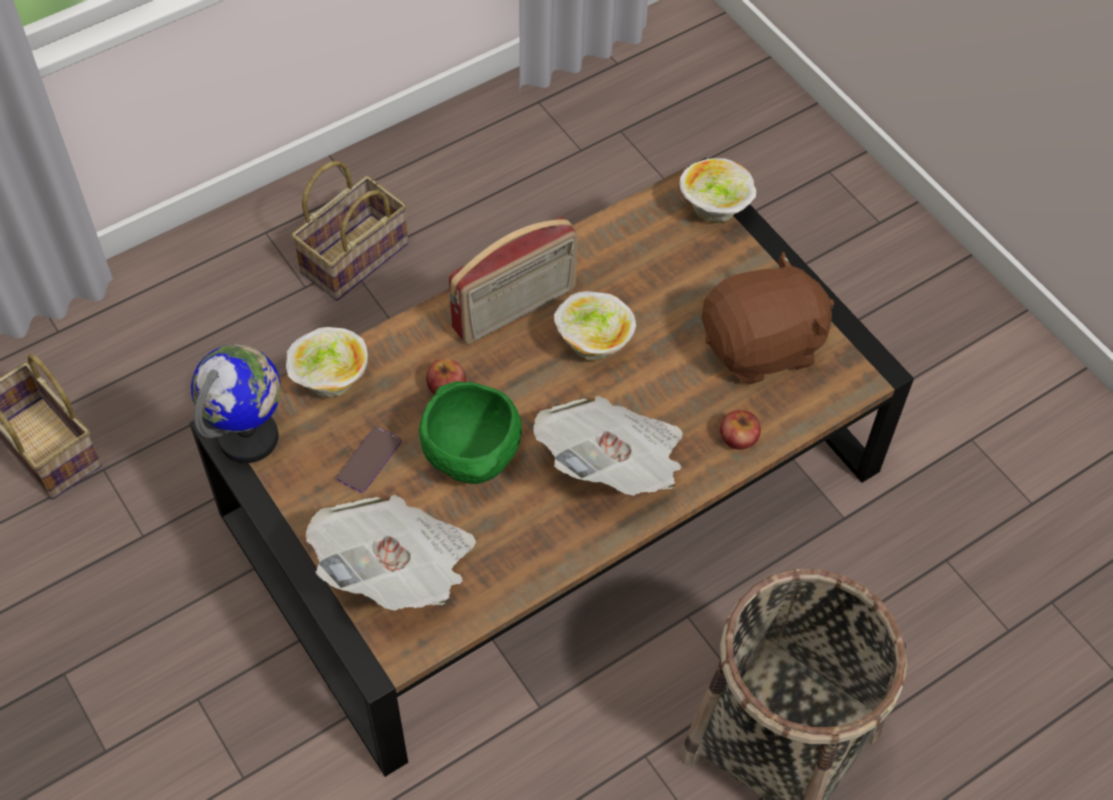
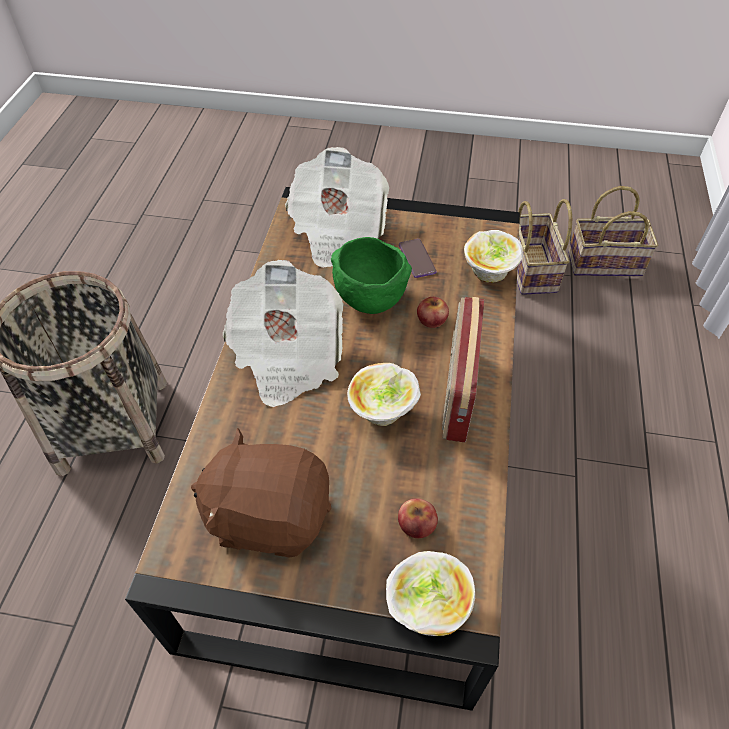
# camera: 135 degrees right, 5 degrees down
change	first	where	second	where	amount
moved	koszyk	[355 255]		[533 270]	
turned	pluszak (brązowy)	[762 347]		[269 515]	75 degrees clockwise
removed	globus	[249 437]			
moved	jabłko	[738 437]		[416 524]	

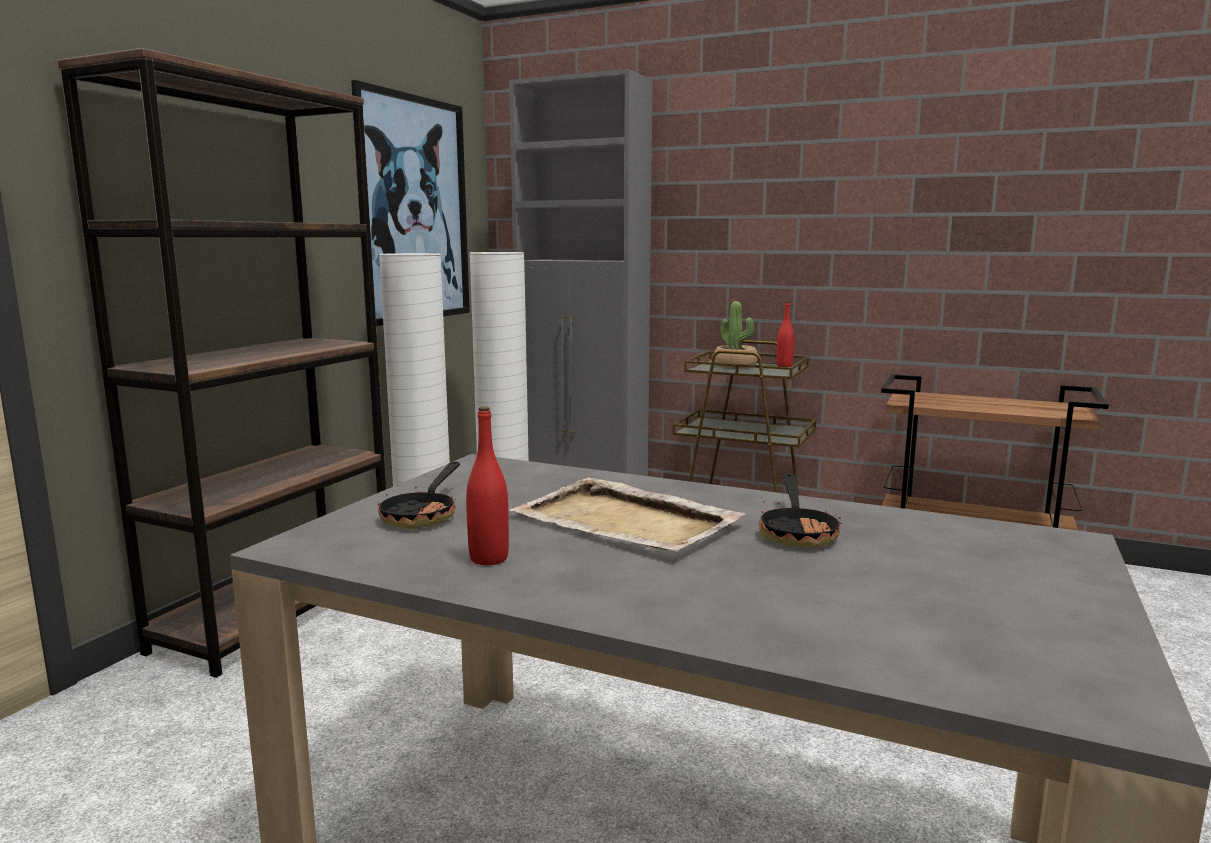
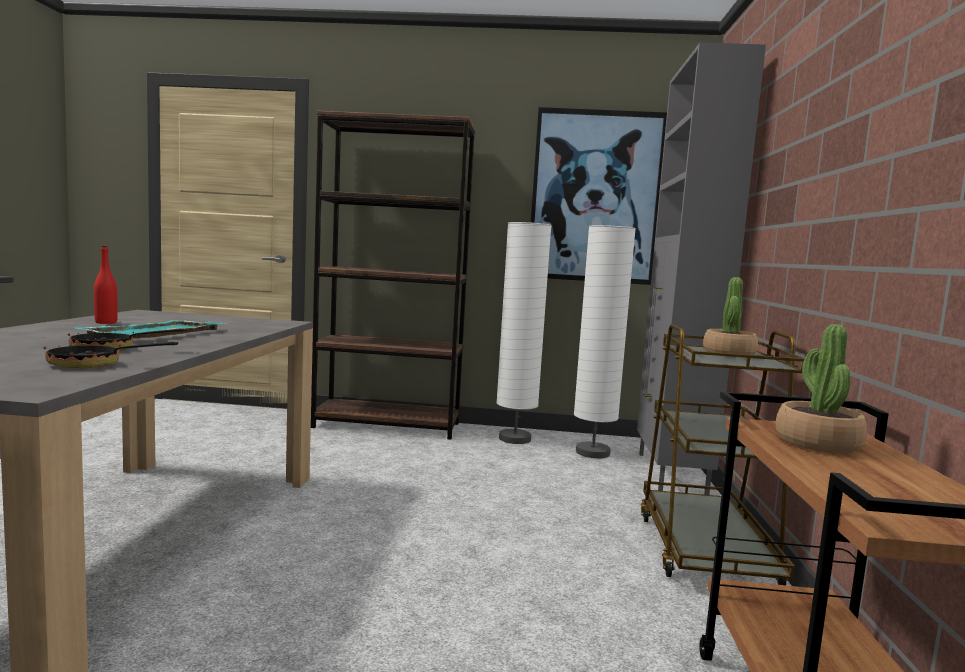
# camera: 70 degrees right, 5 degrees down
change	first	where	second	where	amount
removed	butelka (czerwony)	[784 366]			
moved	patelnia	[423 515]		[95 365]	
recoloured	taca (beżowy)	[627 522]	taca (turkusowy)	[154 333]	
added			roślina doniczkowa	[817 443]	

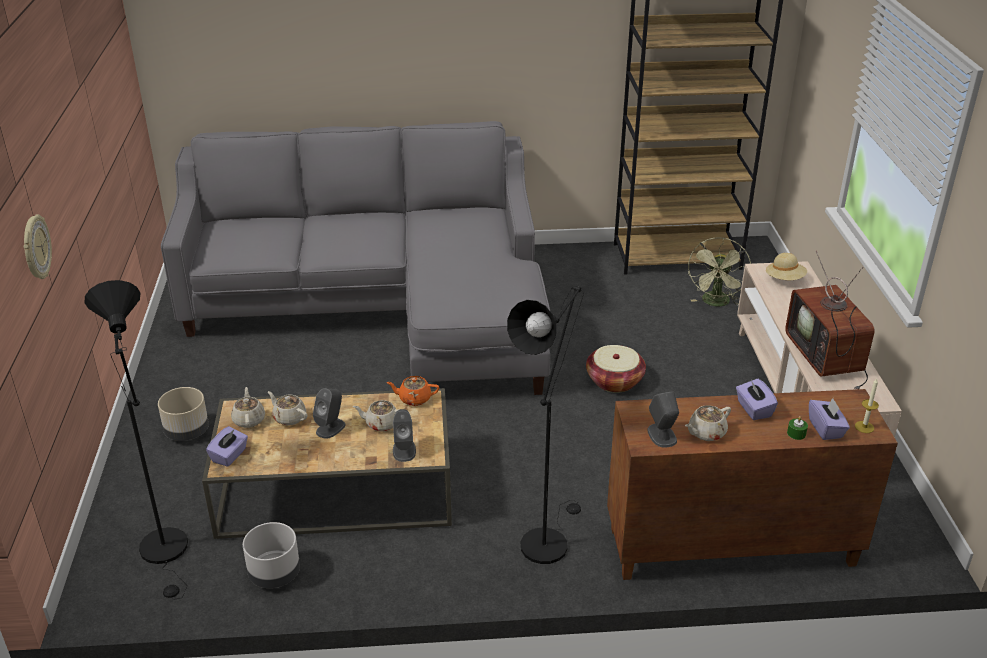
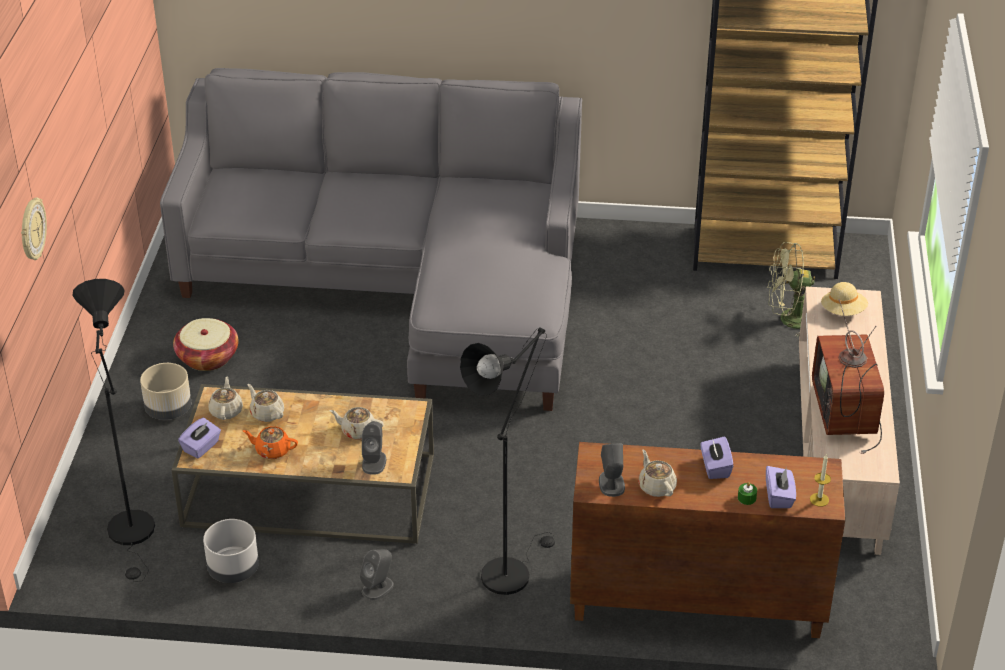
# camera: 10 degrees right, 5 degrees up
change	first	where	second	where	amount
turned	wentylator (zielony)	[716 303]		[788 320]	60 degrees clockwise
moved	koszyk	[614 381]		[208 357]	
moved	imbryk (pomarańczowy)	[414 399]		[272 450]	
moved	głośnik (szary)	[331 428]		[378 588]	
turned	imbryk (beżowy)	[706 433]		[656 486]	90 degrees clockwise

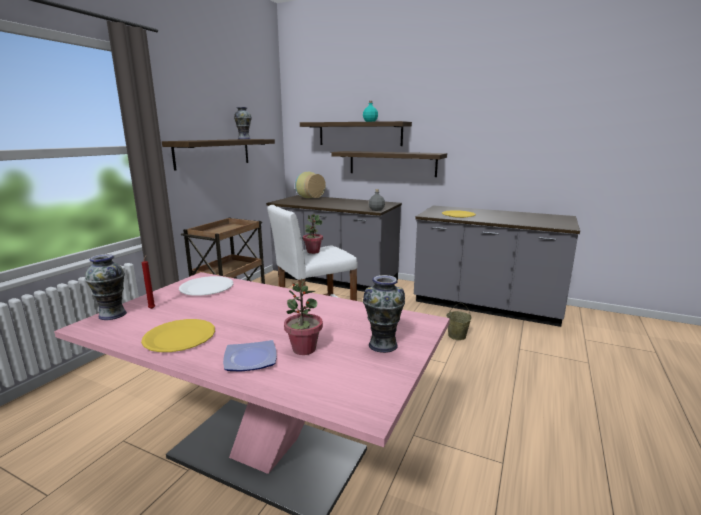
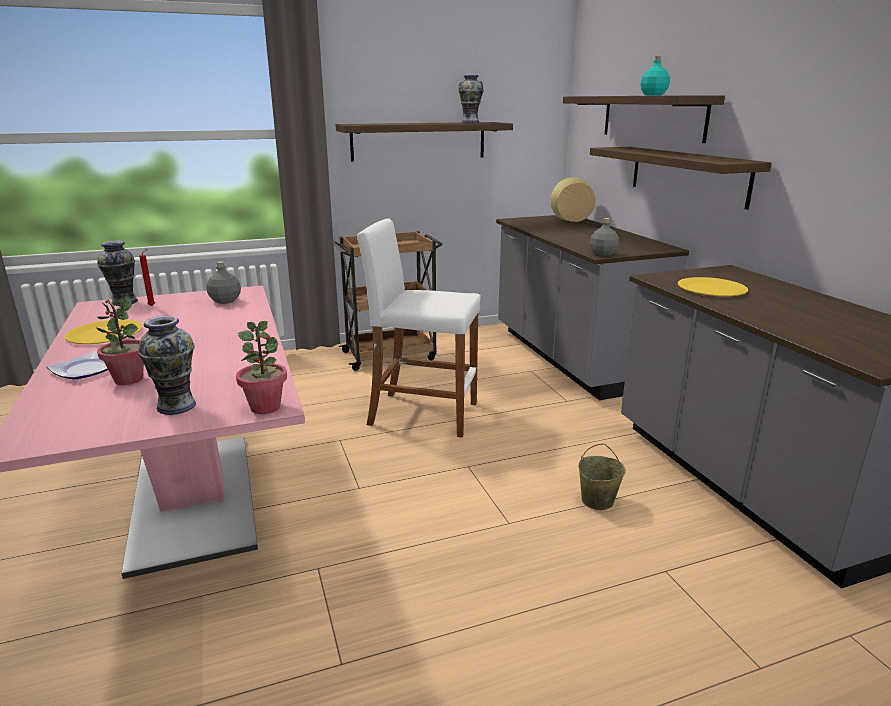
# camera: 45 degrees right, 5 degrees up
change	first	where	second	where	amount
moved	roślina doniczkowa	[313 251]		[265 407]	
replaced	talerz (biały)	[207 287]	butelka (szary)	[226 301]	

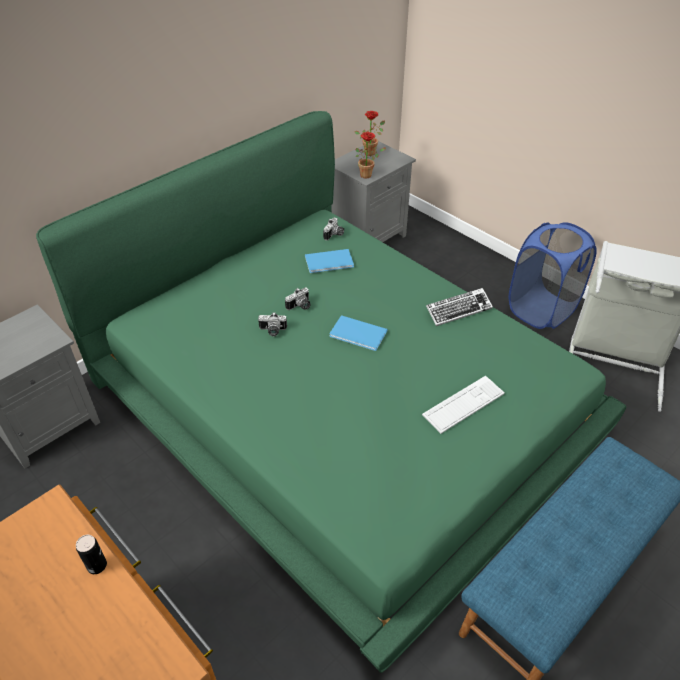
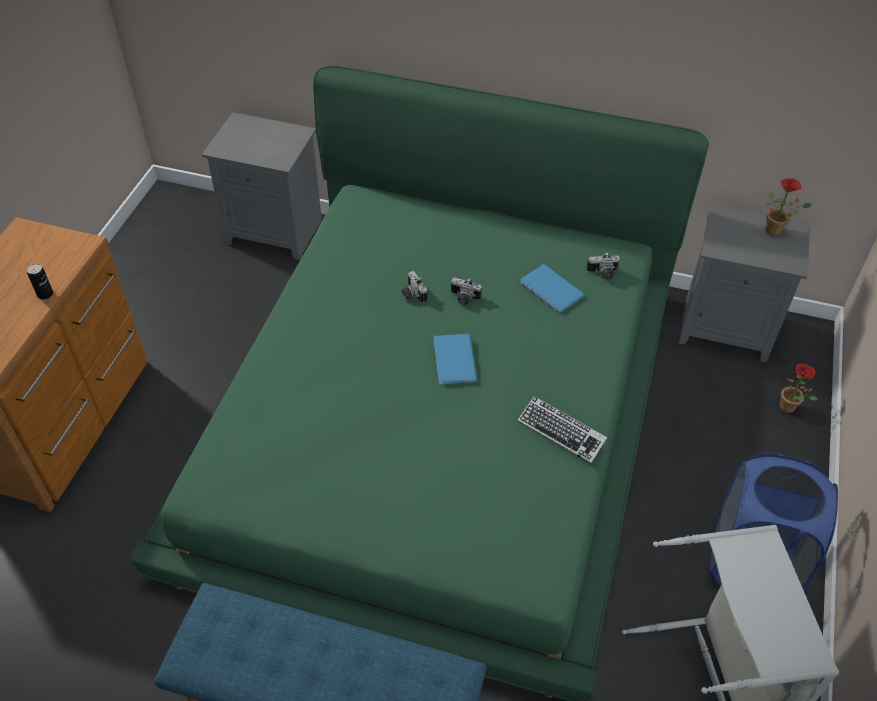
# camera: 60 degrees right, 5 degrees up
change	first	where	second	where	amount
moved	roślina doniczkowa	[368 175]		[790 409]	
removed	klawiatura	[463 404]			

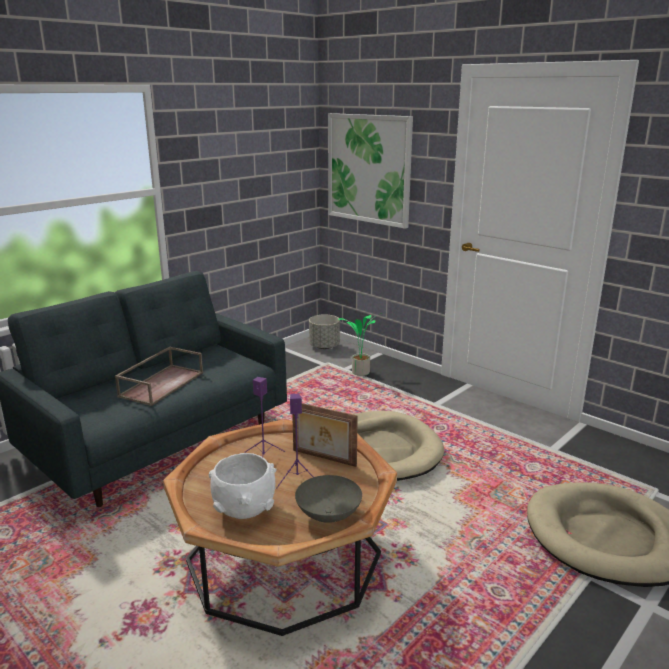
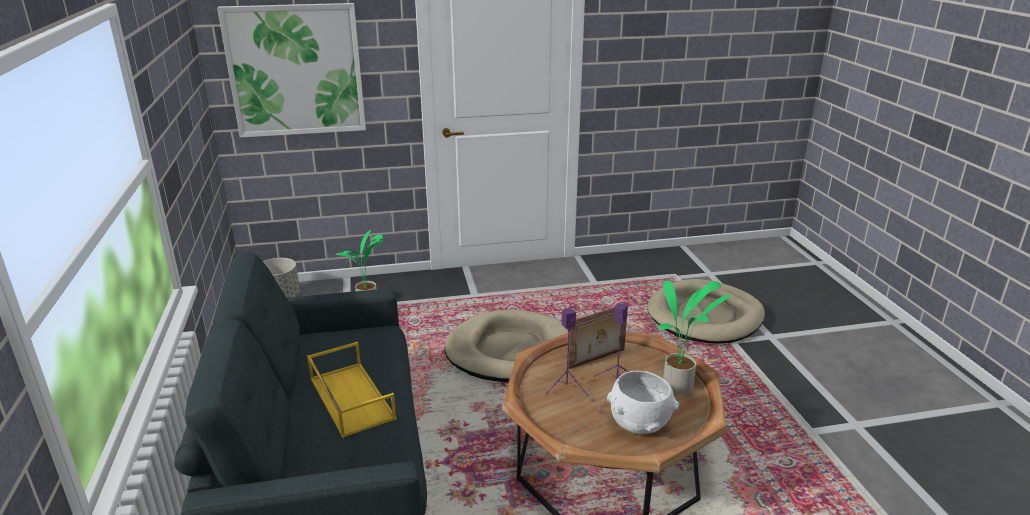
# camera: 55 degrees left, 5 degrees up
change	first	where	second	where	amount
recoloured	taca (brązowy)	[162 384]	taca (żółty)	[350 398]	
replaced	miska (szary)	[329 514]	roślina doniczkowa	[680 386]	

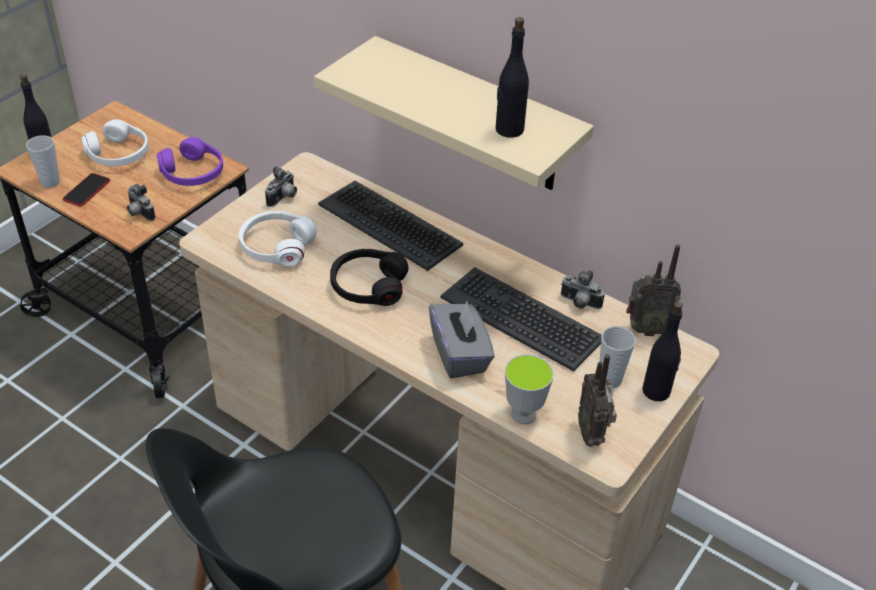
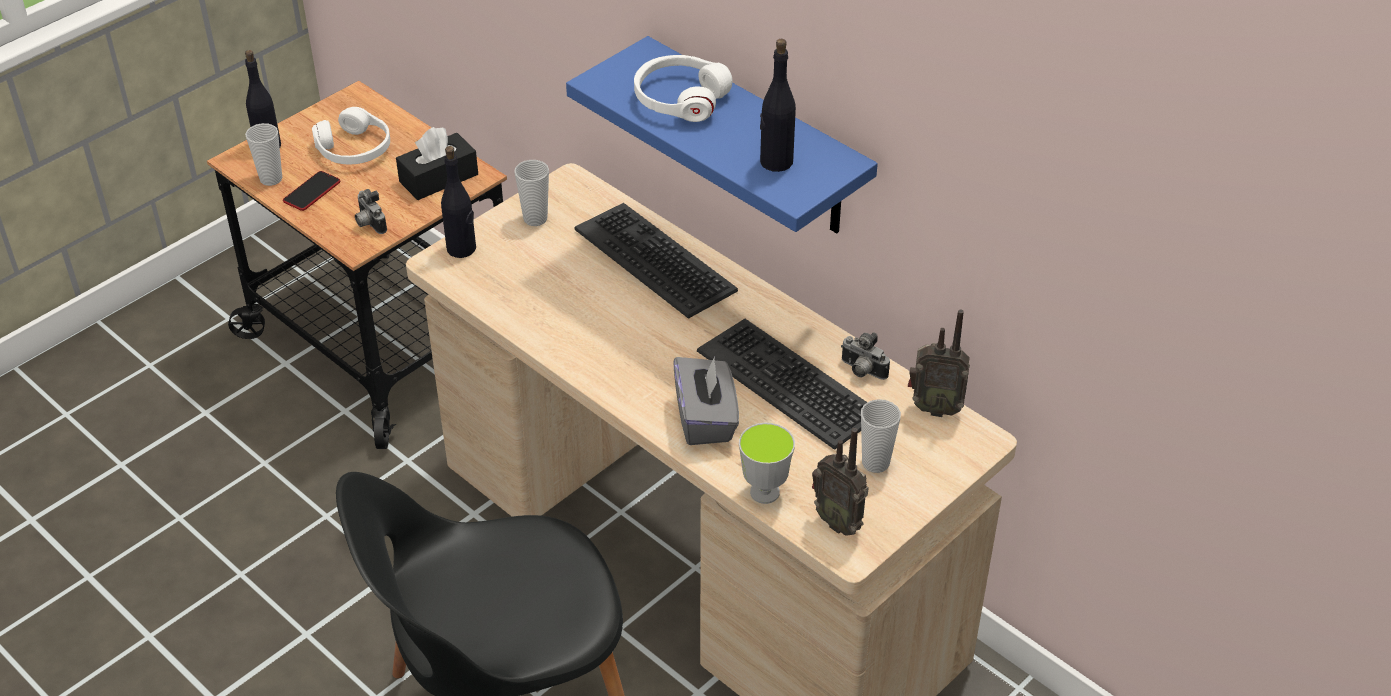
# camera: 10 degrees right, 0 degrees up
change	first	where	second	where	amount
recoloured	półka (beżowy)	[476 116]	półka (niebieski)	[756 140]	
replaced	słuchawki (fioletowy)	[192 172]	pudełko chusteczek (czarny)	[438 178]	
replaced	aparat fotograficzny	[283 198]	filiżanka	[535 219]	
moved	słuchawki (biały)	[276 246]		[680 99]	
removed	słuchawki (czarny)	[368 286]			
moved	butelka (czarny)	[656 391]		[461 249]	
turned	radio	[592 434]		[839 521]	45 degrees counterclockwise

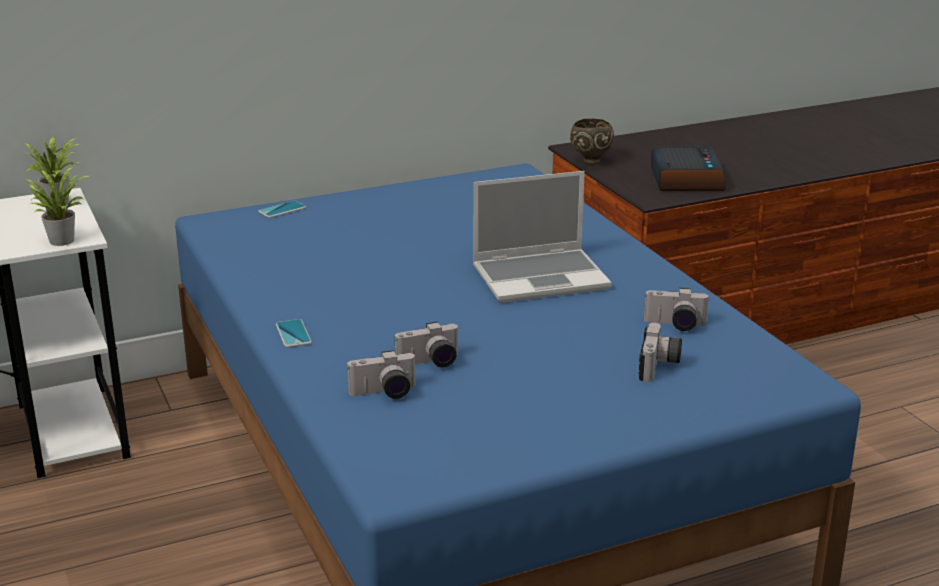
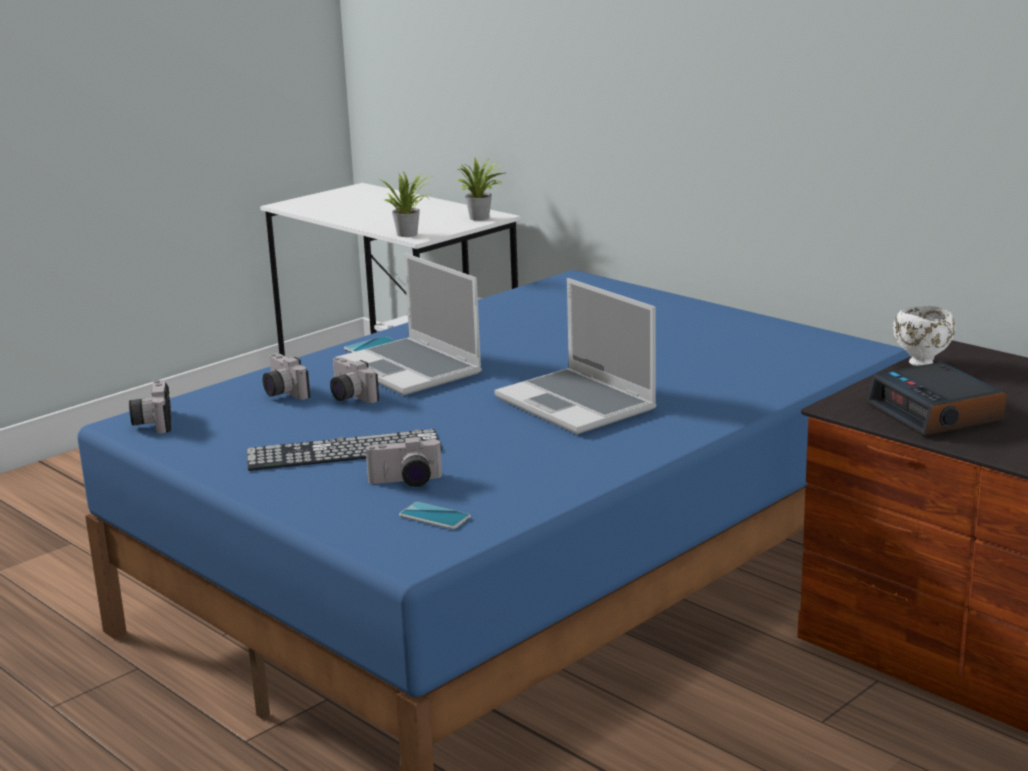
# camera: 70 degrees right, 5 degrees down
change	first	where	second	where	amount
recoloured	miska (brązowy)	[590 161]	miska (biały)	[921 362]	
turned	budzik	[685 179]		[936 413]	90 degrees clockwise
moved	telefon	[282 210]		[435 517]	
moved	aparat fotograficzny	[675 325]		[152 422]	
added			laptop	[411 369]	
added			klawiatura	[344 451]	

